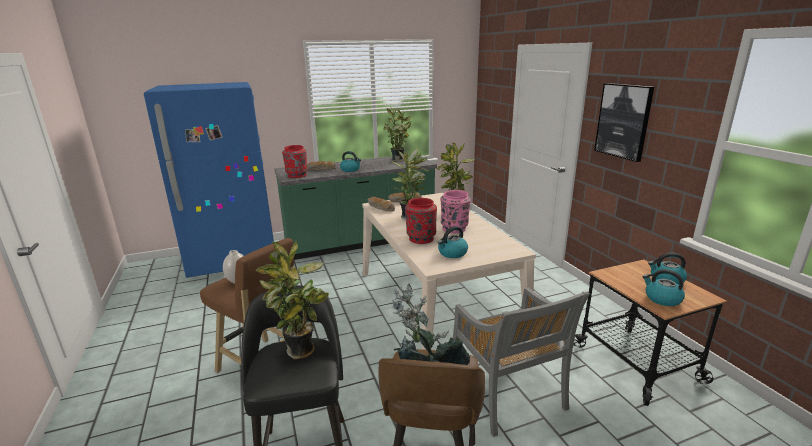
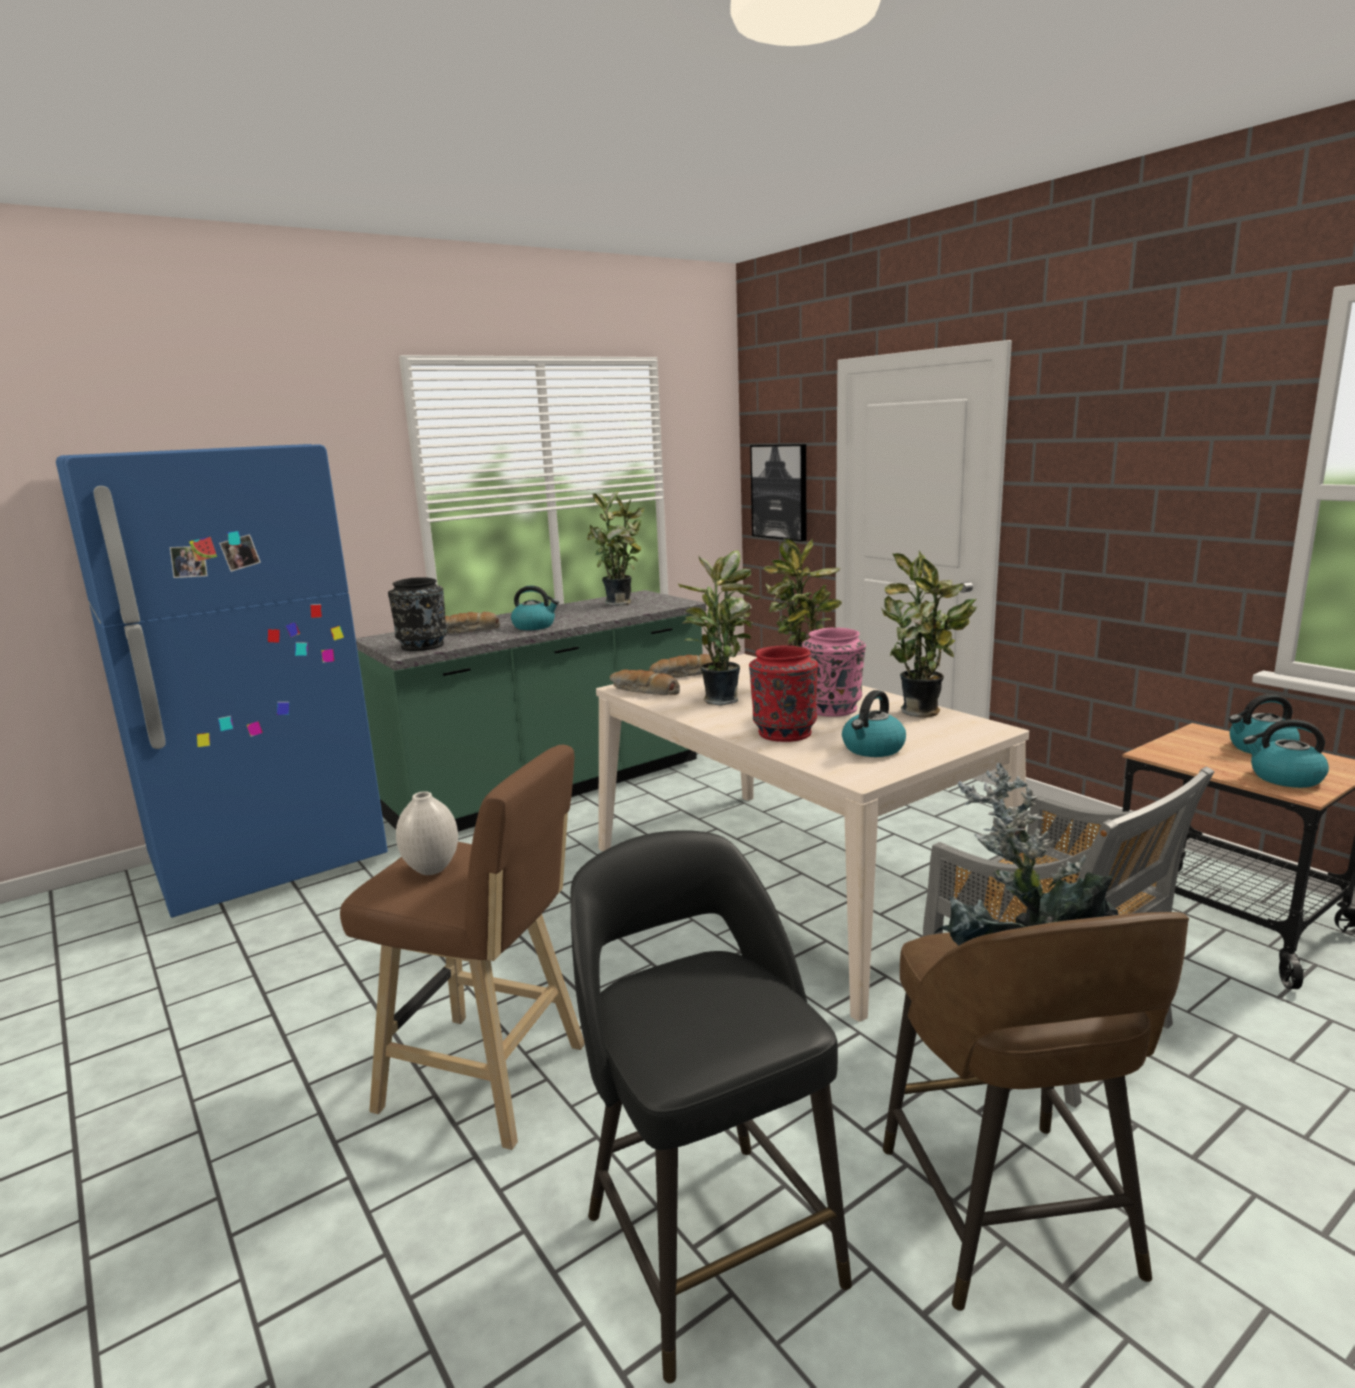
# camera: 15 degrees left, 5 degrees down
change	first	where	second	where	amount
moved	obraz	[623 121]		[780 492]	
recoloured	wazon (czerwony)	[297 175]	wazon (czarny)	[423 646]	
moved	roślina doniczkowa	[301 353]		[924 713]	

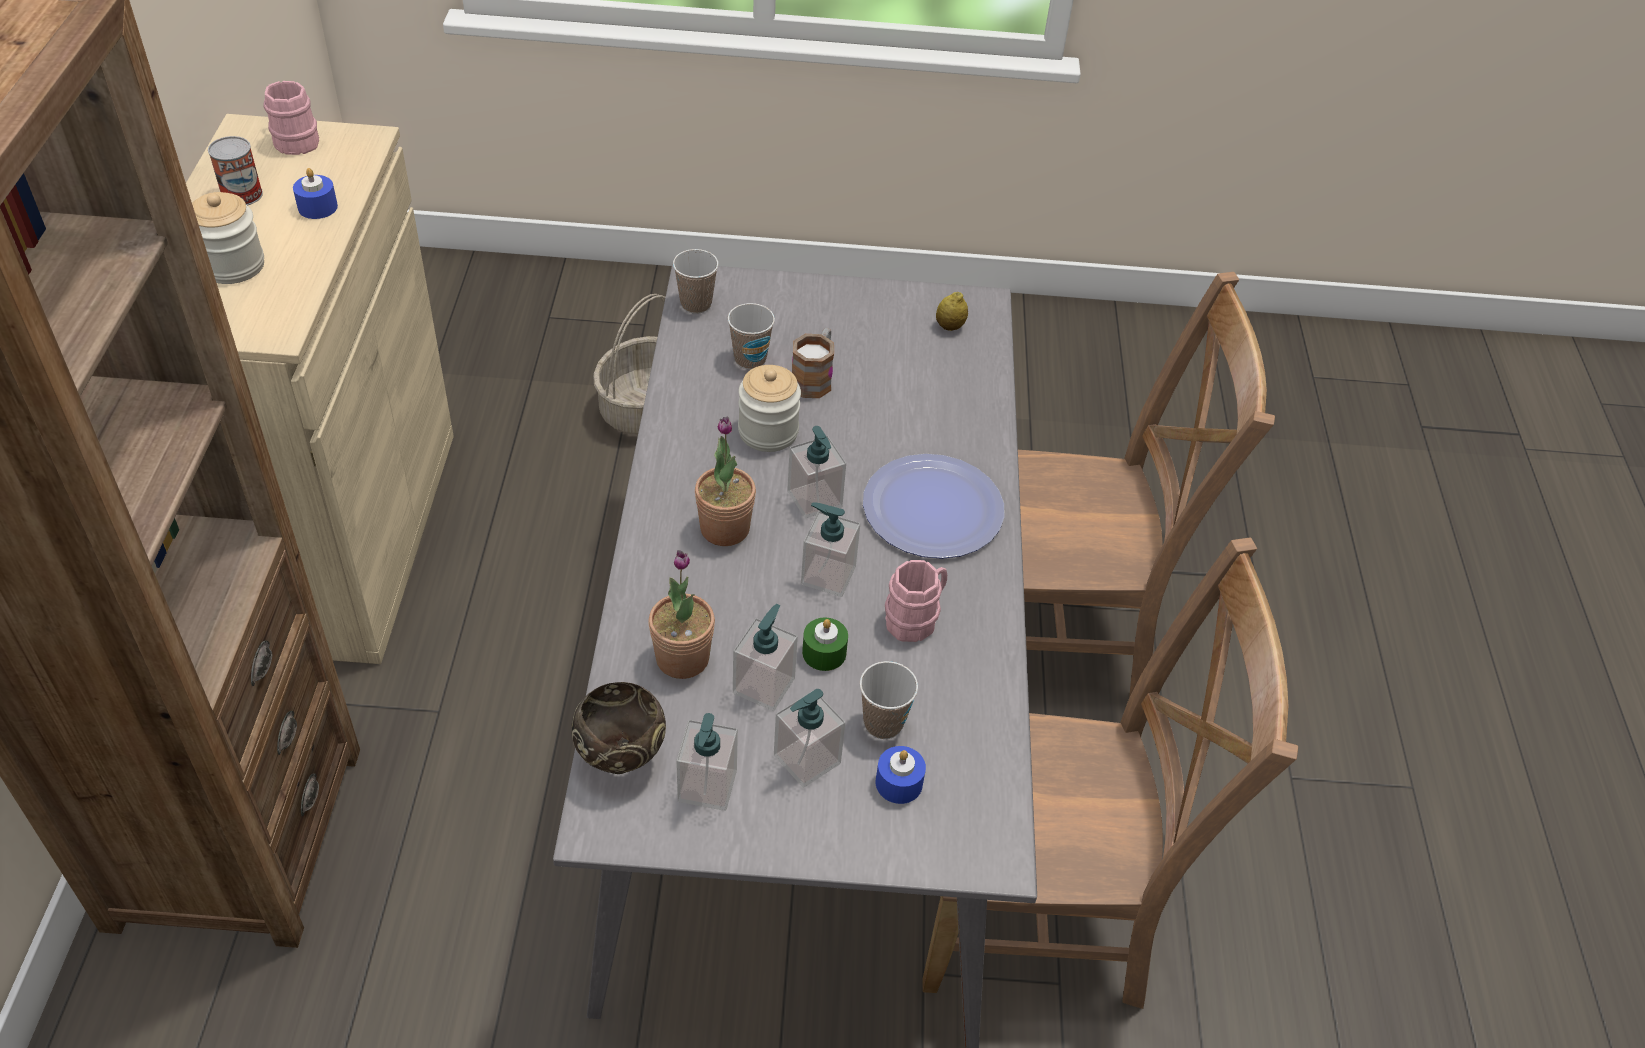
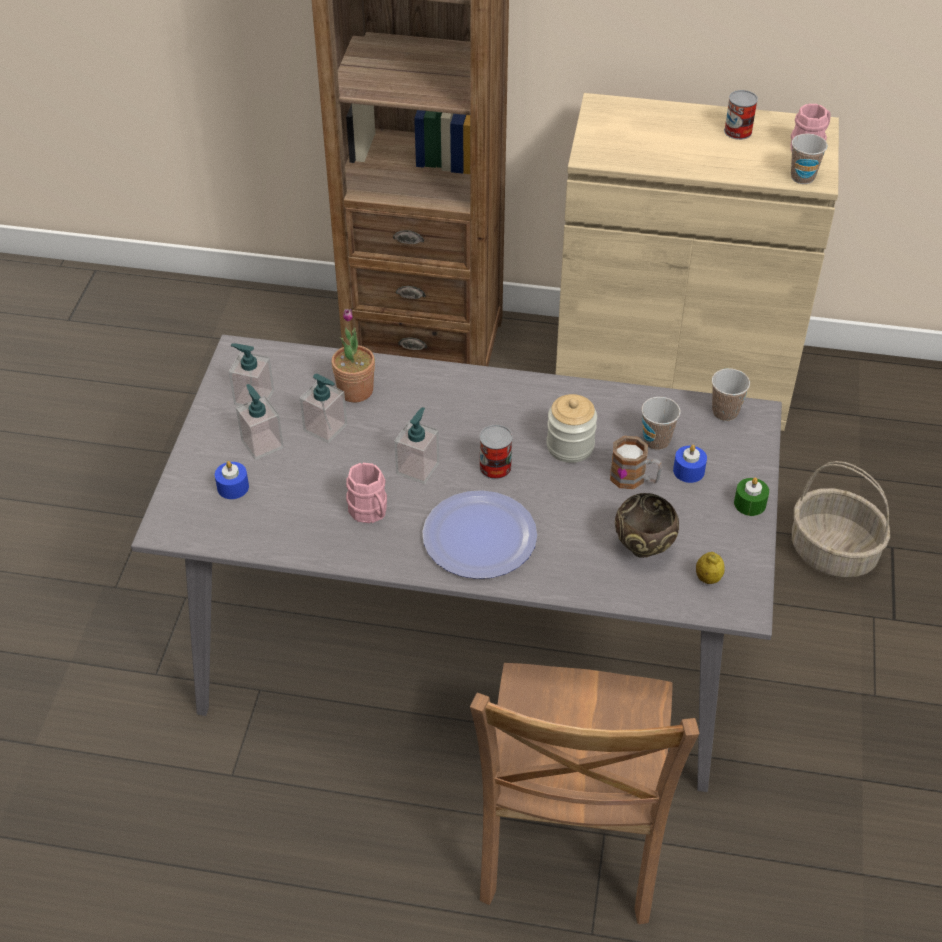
# camera: 100 degrees right, 0 degrees up
change	first	where	second	where	amount
moved	świeca (niebieski)	[317 207]		[688 471]	
removed	słoik	[233 266]			
removed	roślina doniczkowa	[725 528]			
replaced	dozownik mydła	[814 499]	puszka	[495 467]	
removed	krzesło (brązowy)	[1040 909]			
moved	świeca (zielony)	[824 653]		[750 503]	
moved	filiżanka	[883 723]		[802 177]	
moved	miska (brązowy)	[622 758]		[644 550]	

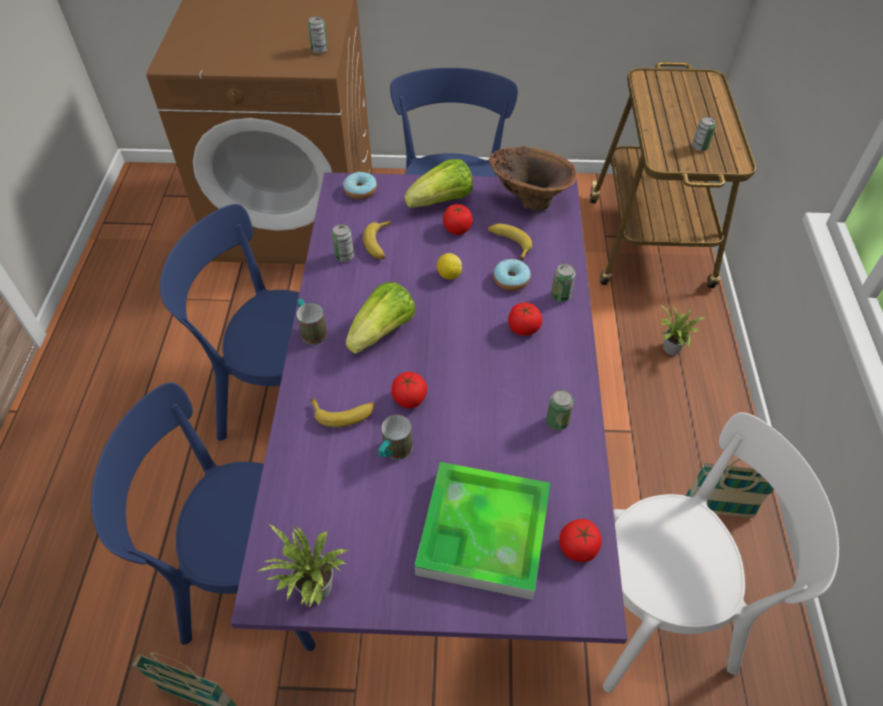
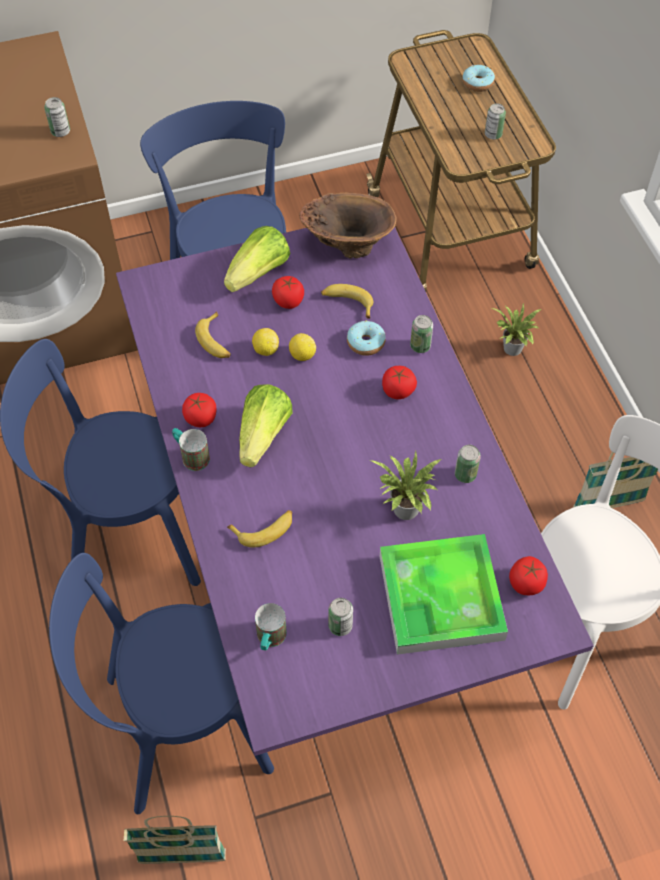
# camera: 20 degrees left, 5 degrees up
change	first	where	second	where	amount
moved	donut	[360 191]		[477 83]	
moved	puszka	[344 256]		[340 626]	
moved	pomidor	[409 398]		[200 418]	
moved	kubek	[394 452]		[270 639]	
moved	roślina doniczkowa	[314 591]		[405 512]	
added			cytryna	[266 349]	

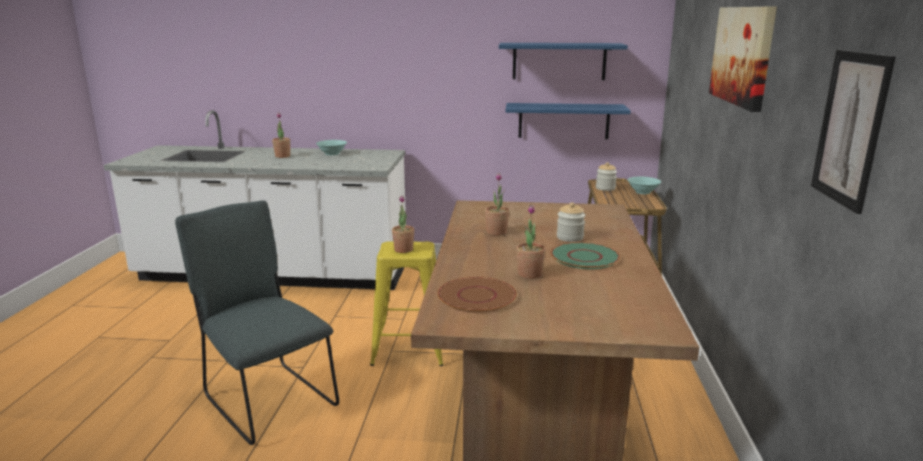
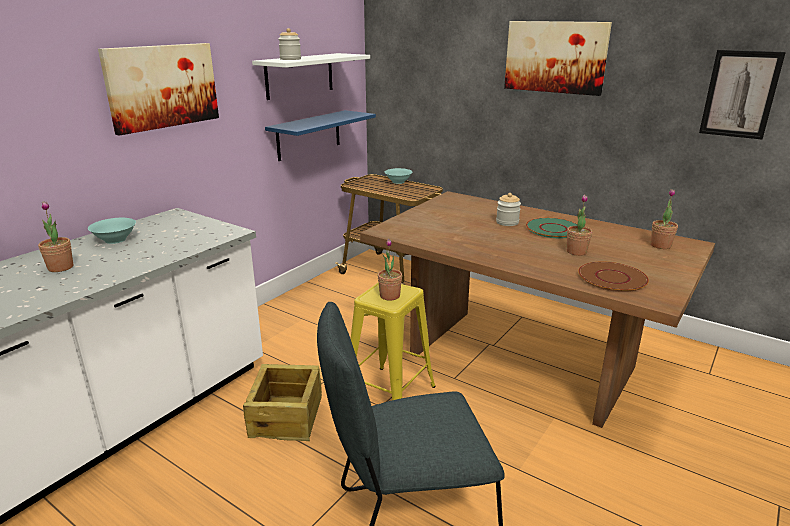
# camera: 60 degrees left, 5 degrees up
change	first	where	second	where	amount
recoloured	półka (niebieski)	[559 61]	półka (biały)	[299 75]	
moved	słoik	[605 188]		[290 59]	
moved	roślina doniczkowa	[496 232]		[660 245]	
added			obraz	[162 86]	
added			skrzynka	[287 416]	

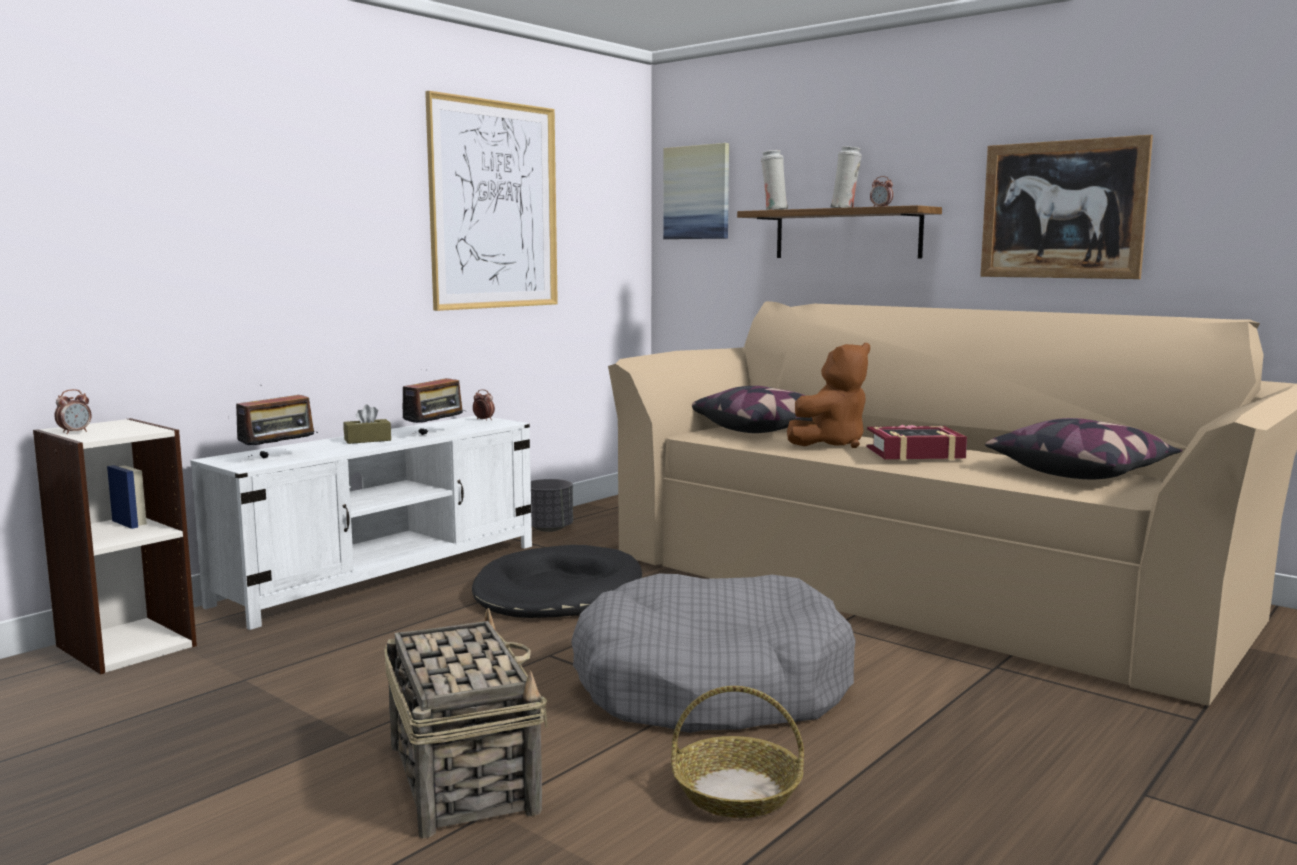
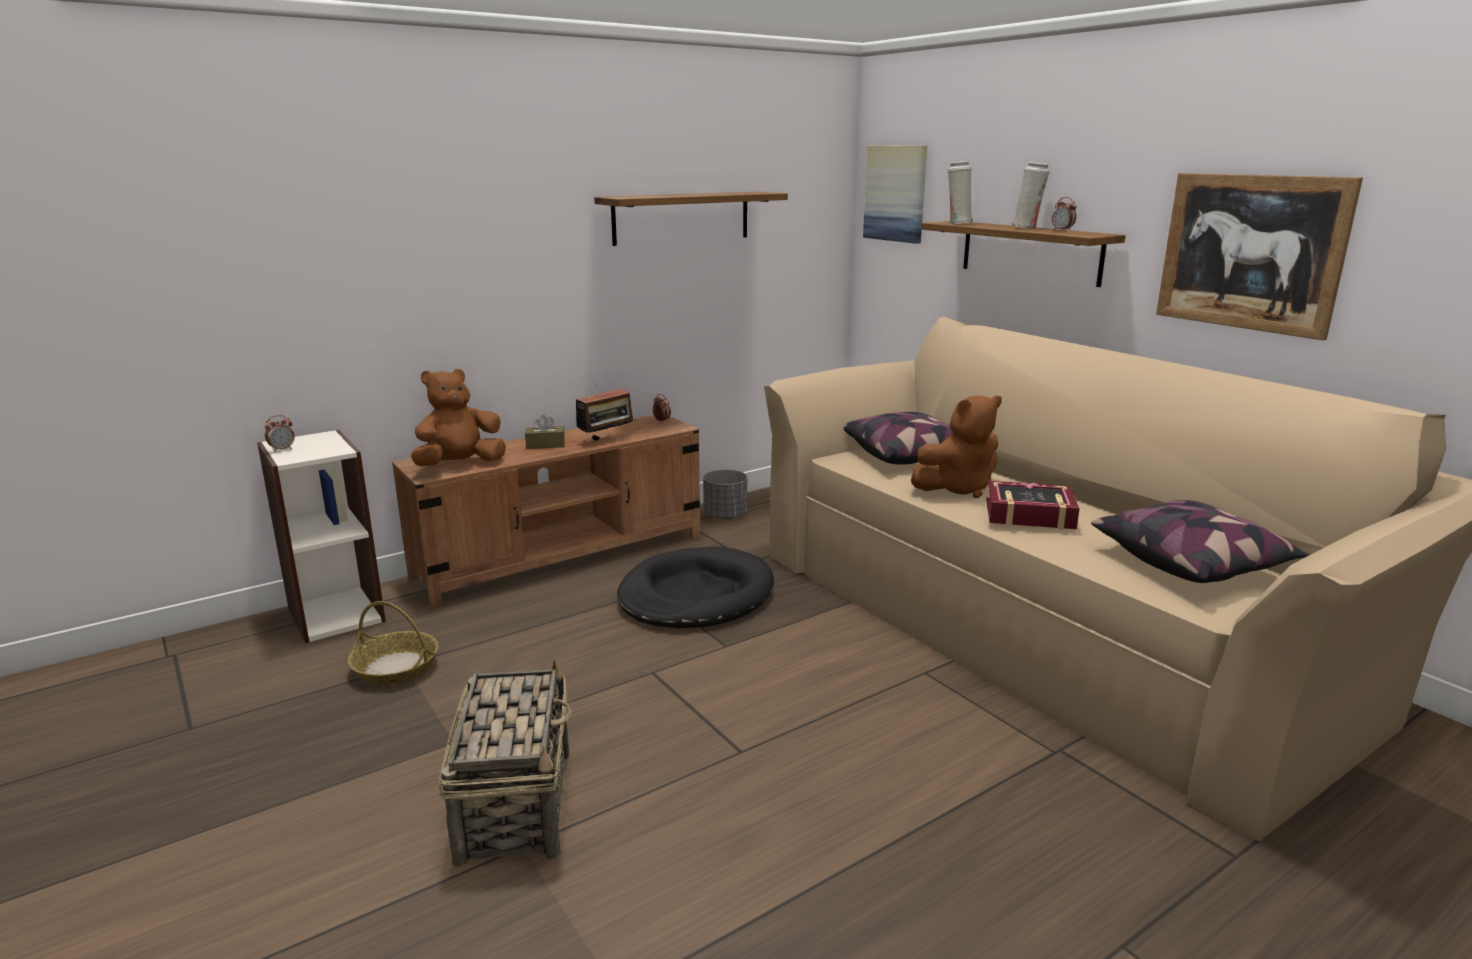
# camera: 15 degrees right, 10 degrees up
change	first	where	second	where	amount
replaced	obraz	[494 205]	półka	[681 217]	
replaced	radio	[279 457]	pluszak (brązowy)	[459 465]	
recoloured	szafka pod telewizor (biały)	[384 574]	szafka pod telewizor (brązowy)	[563 556]	
removed	legowisko (szary)	[711 686]			
moved	koszyk	[735 792]		[395 667]	

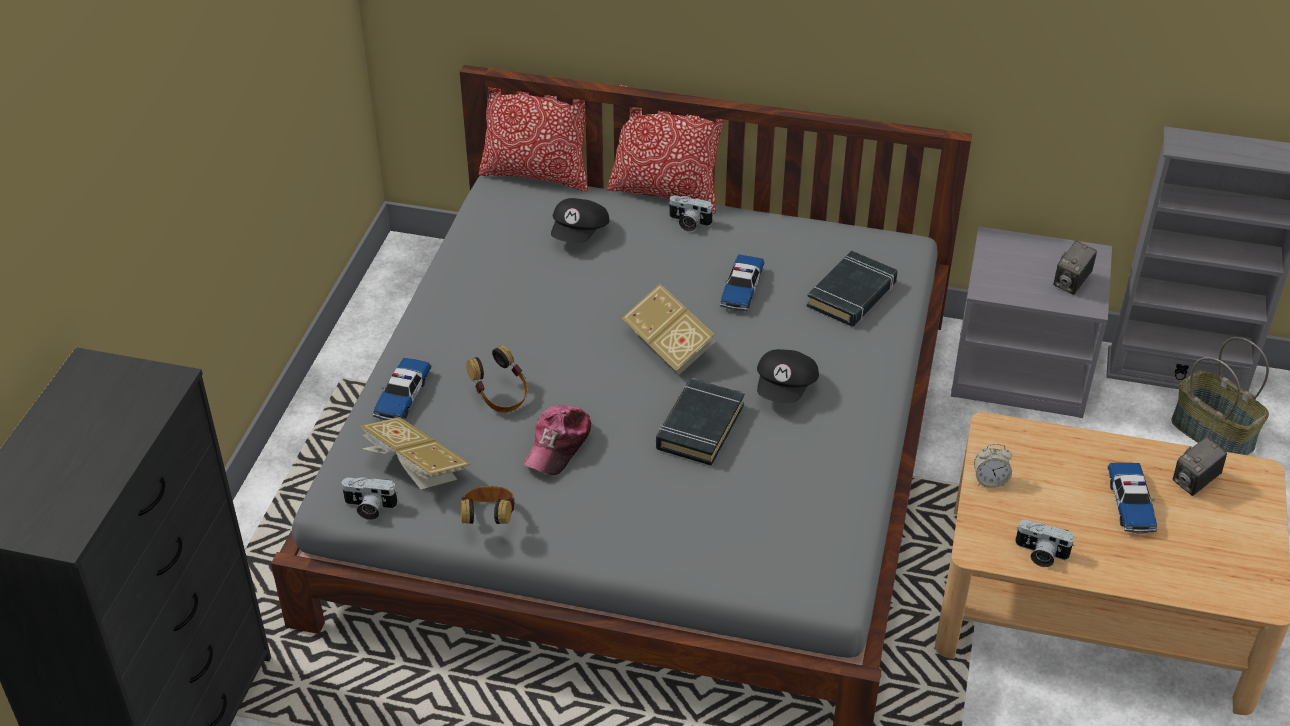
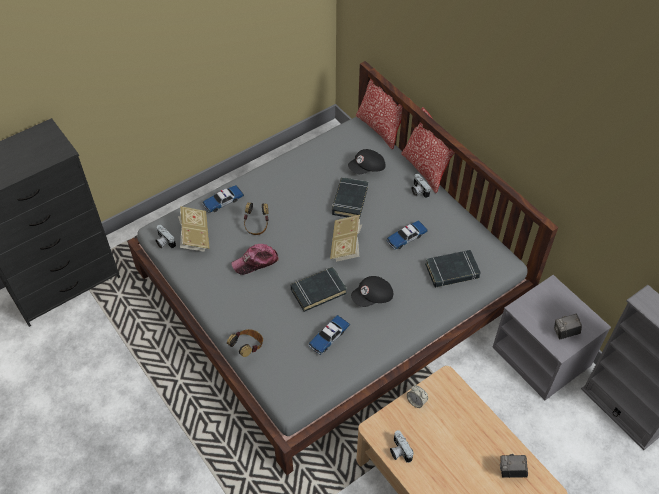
# camera: 40 degrees right, 10 degrees up
change	first	where	second	where	amount
removed	koszyk	[1213 434]			
moved	samochodzik	[1130 503]		[329 337]	
moved	słuchawki	[489 520]		[248 347]	
added			książka (czarny)	[349 200]	

